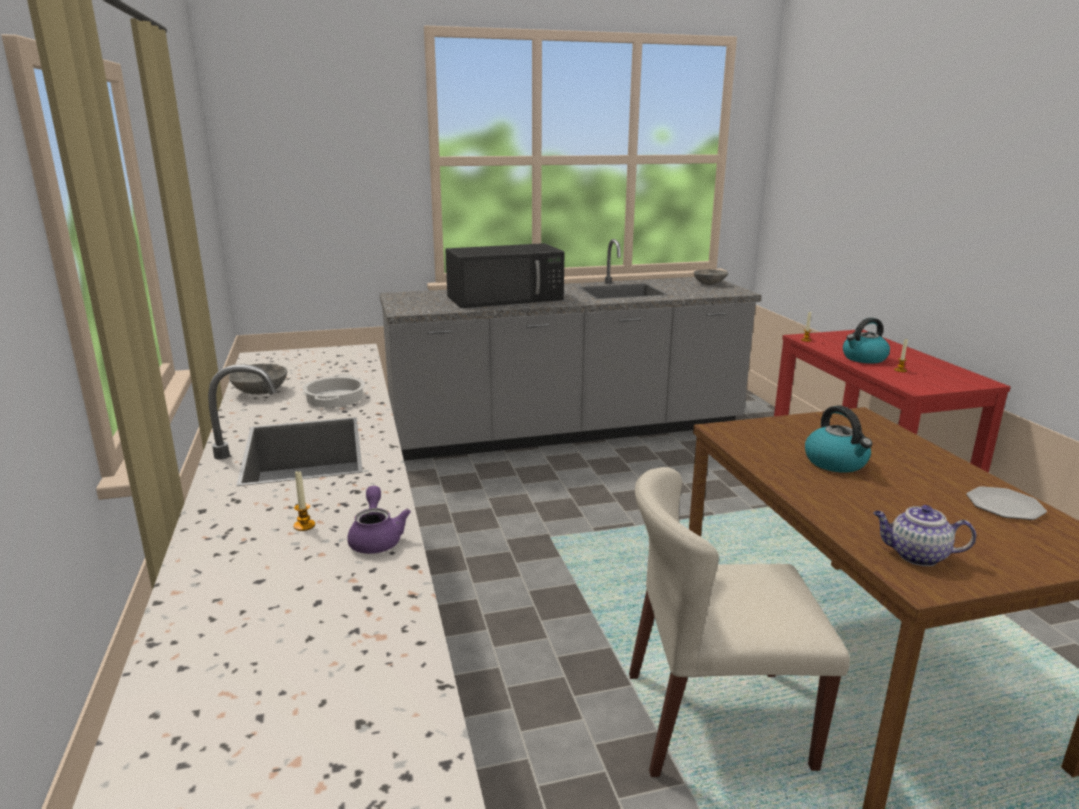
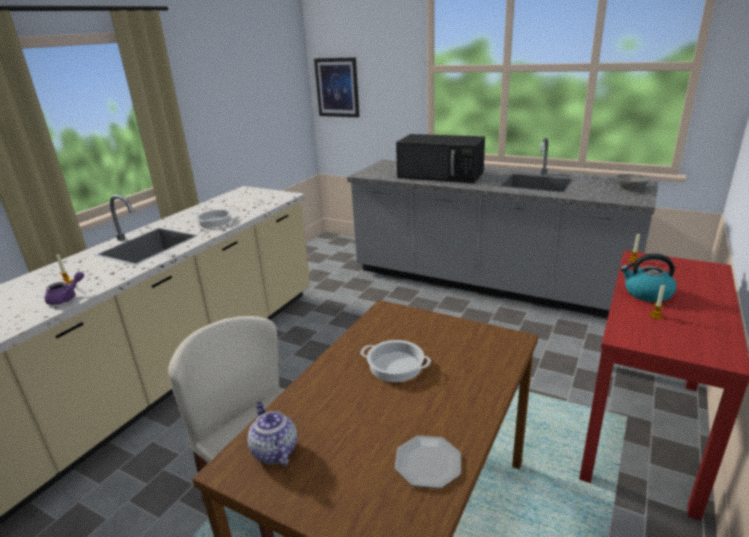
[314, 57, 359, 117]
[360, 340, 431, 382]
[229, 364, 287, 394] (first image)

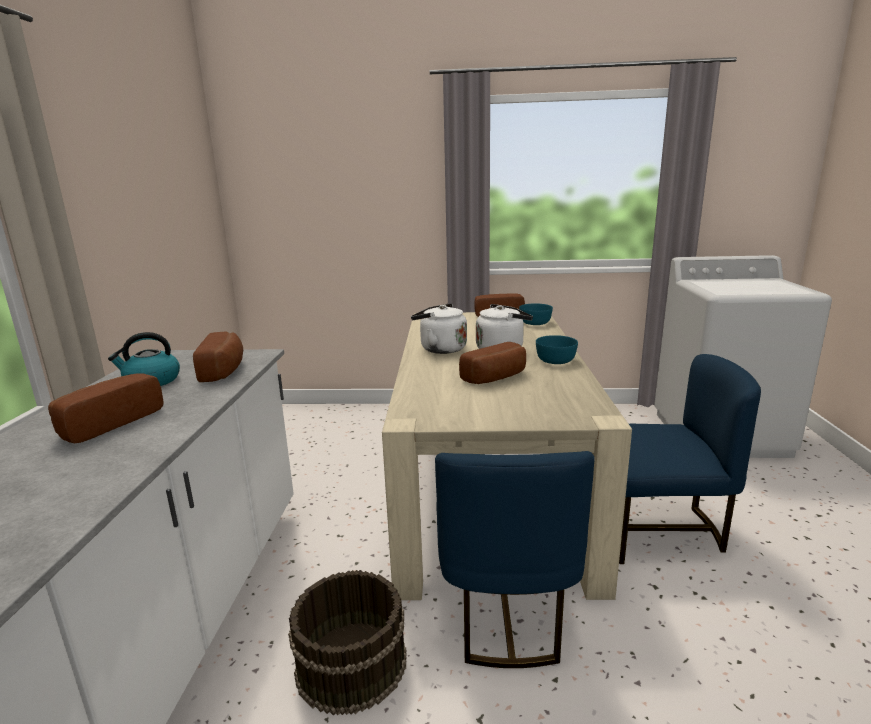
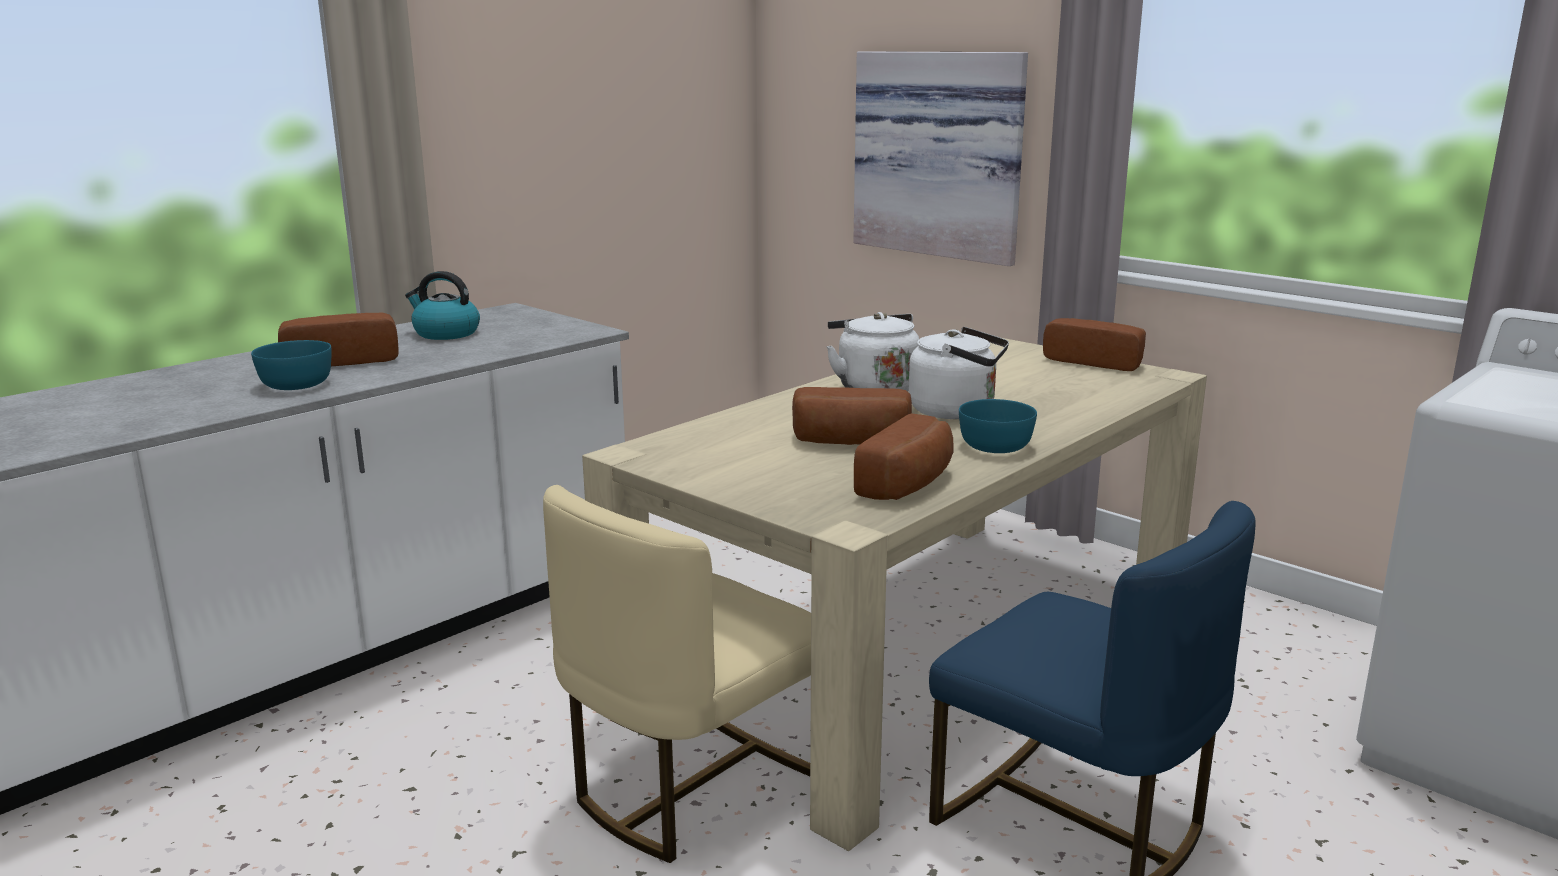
[251, 340, 332, 390]
[543, 485, 811, 863]
[853, 51, 1028, 266]
[854, 414, 954, 500]
[288, 570, 407, 716] (first image)

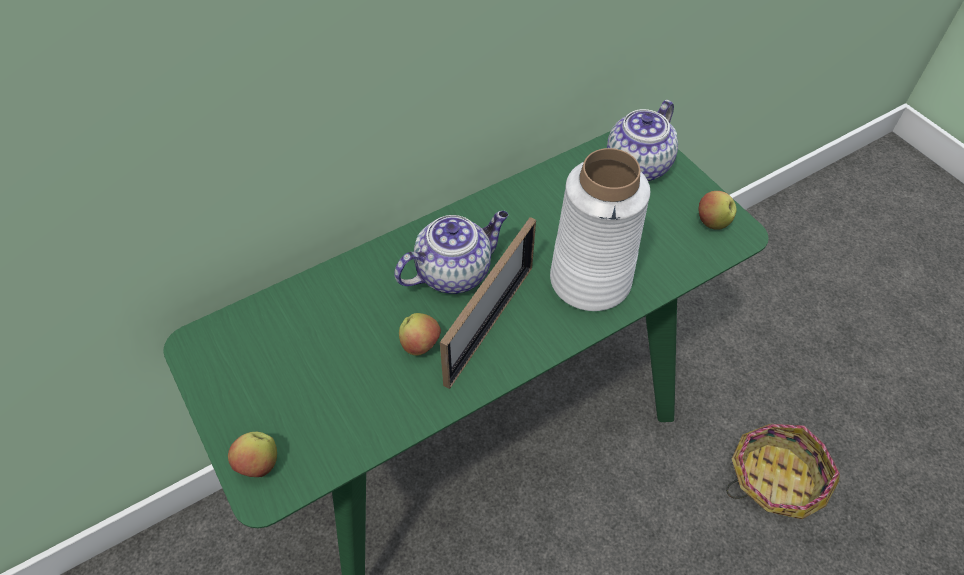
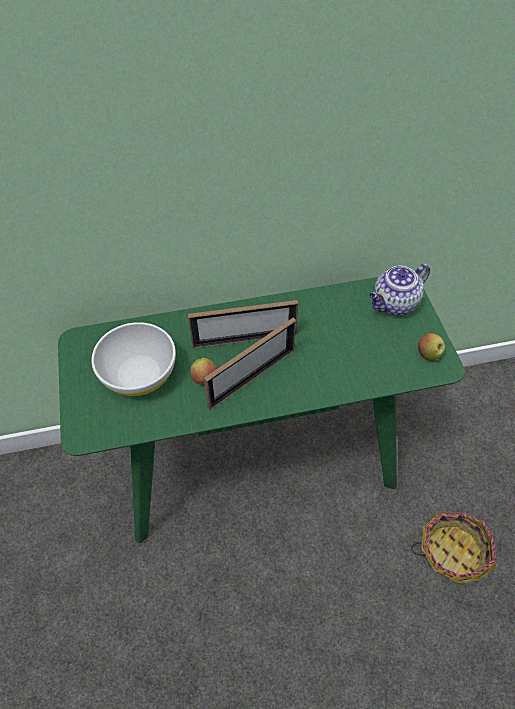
[91, 322, 176, 396]
[188, 300, 298, 349]
[228, 432, 277, 477] (first image)
[550, 148, 650, 311] (first image)

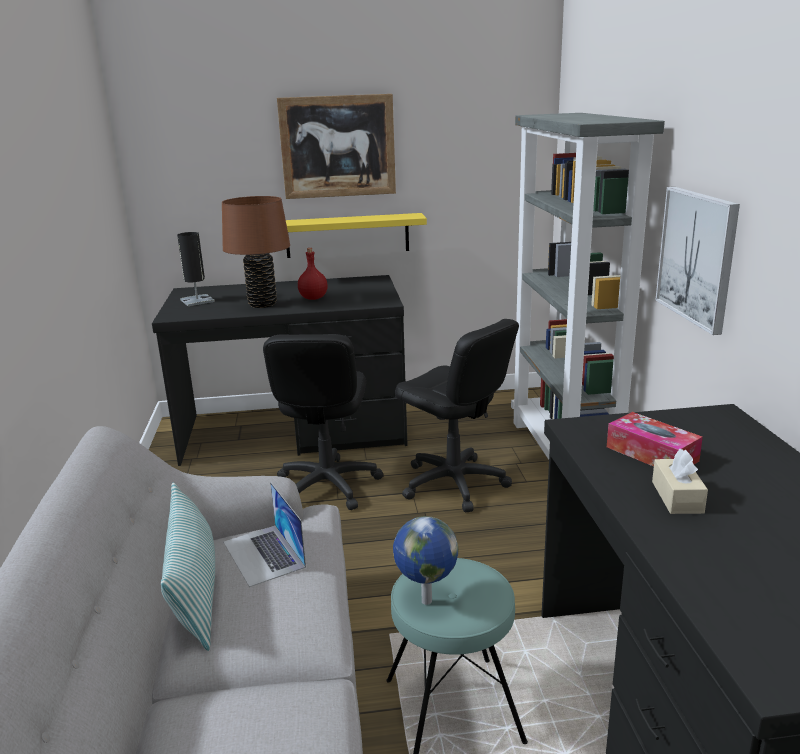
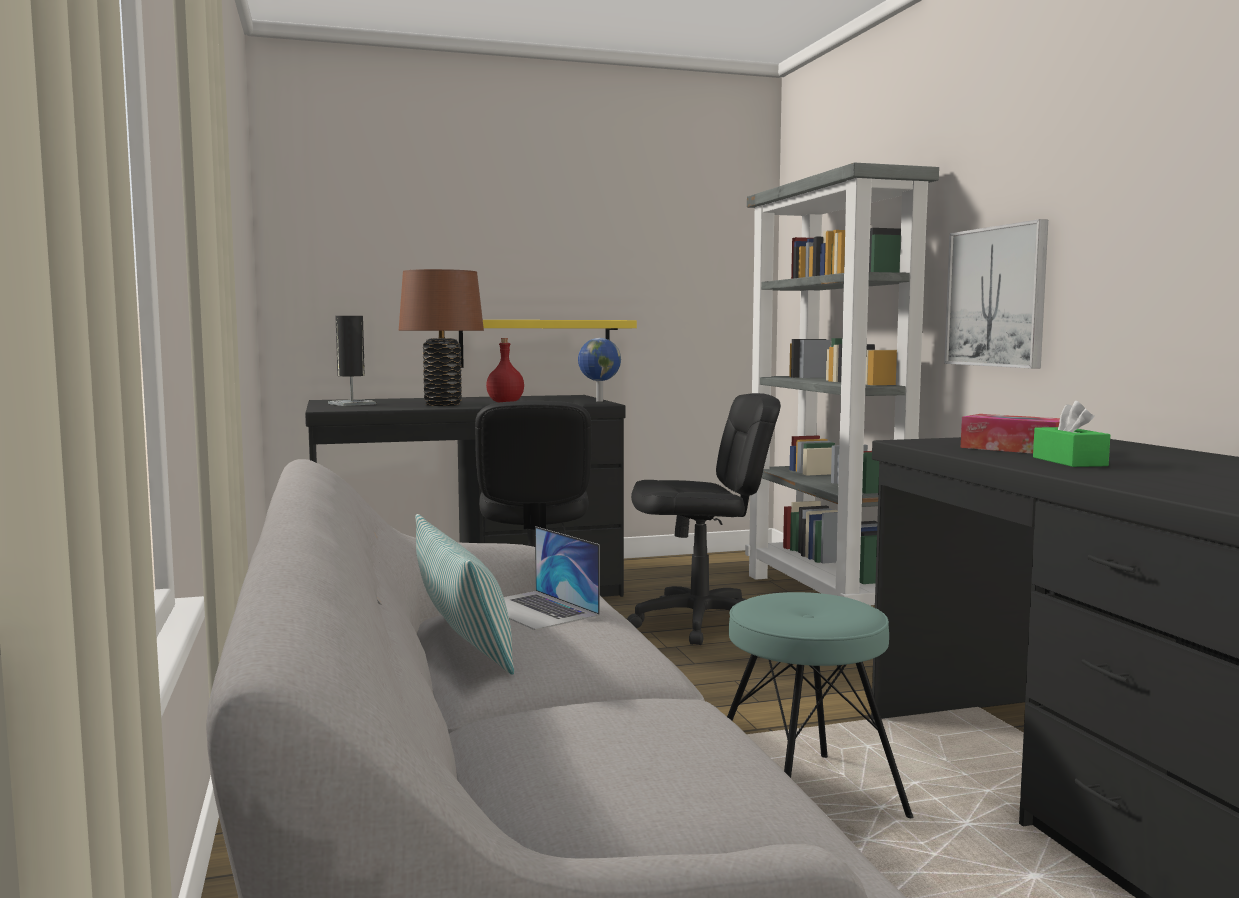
[578, 338, 621, 402]
[627, 393, 780, 645]
[1033, 400, 1110, 467]
[277, 94, 396, 199] (first image)

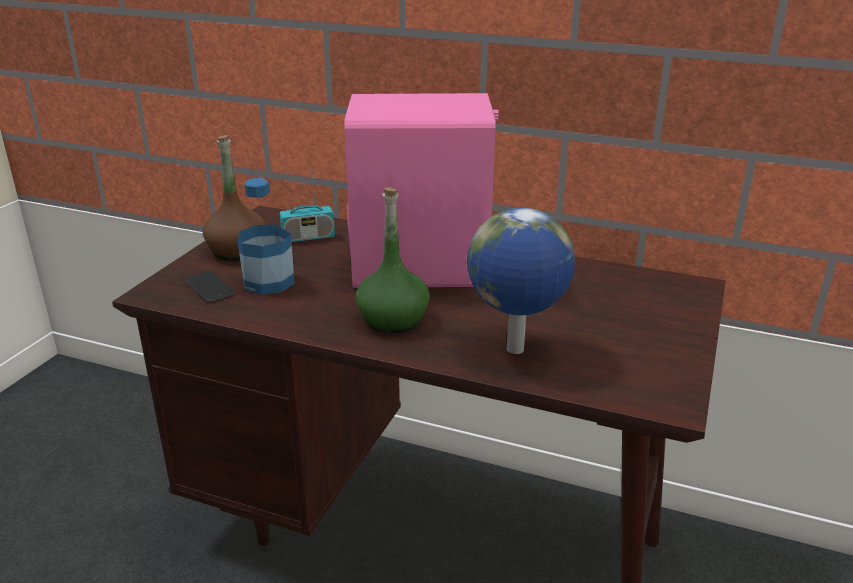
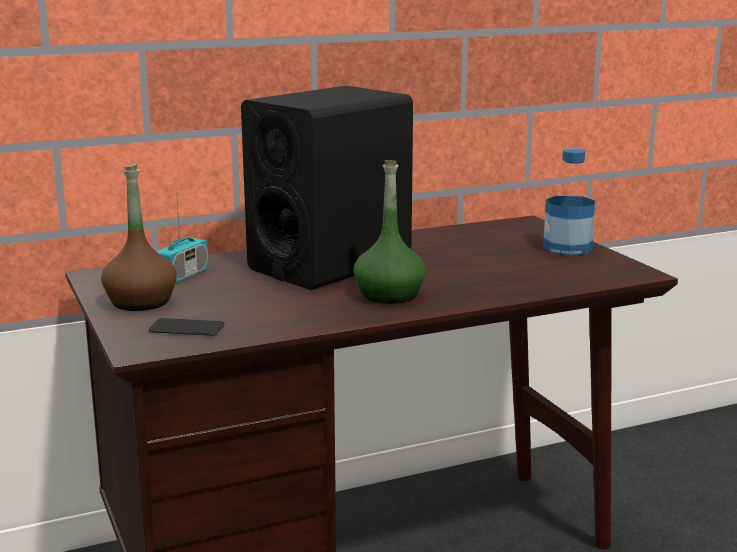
[241, 86, 413, 290]
[543, 148, 595, 256]
[467, 208, 575, 354] (first image)

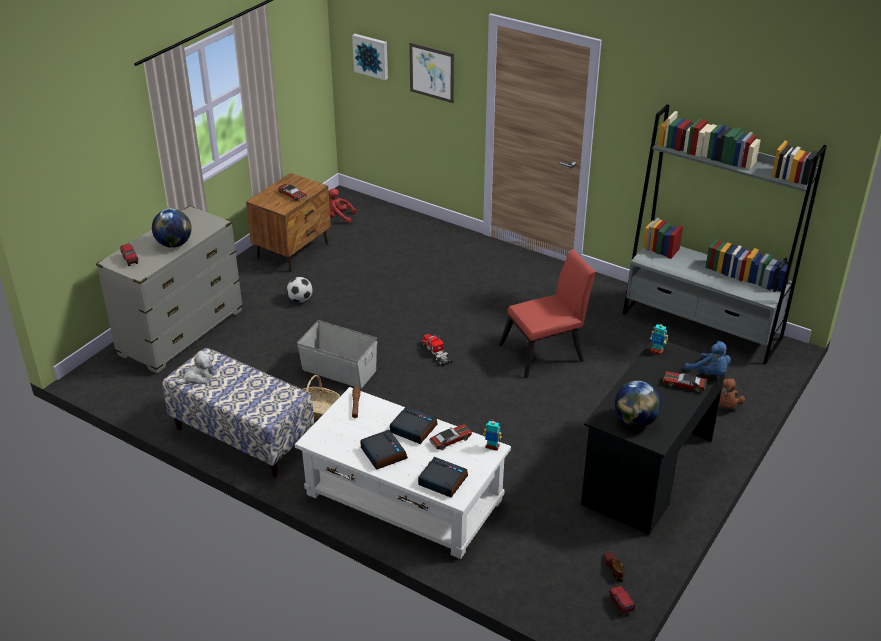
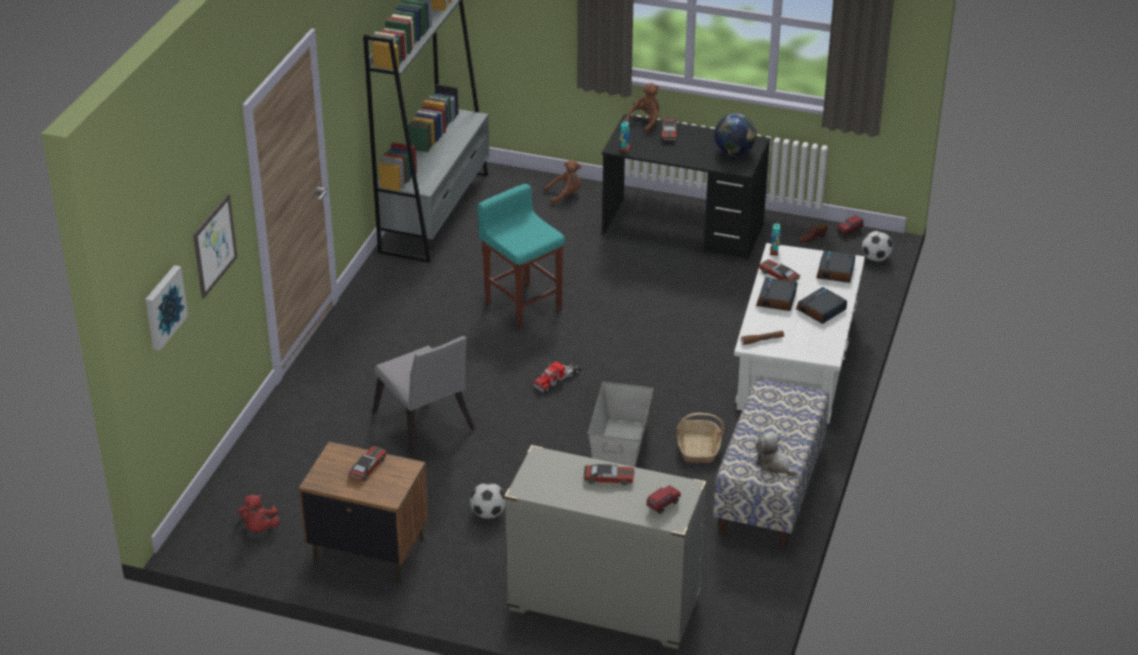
[372, 336, 475, 456]
[477, 184, 565, 328]
[584, 464, 635, 486]
[625, 83, 659, 134]
[862, 231, 893, 262]

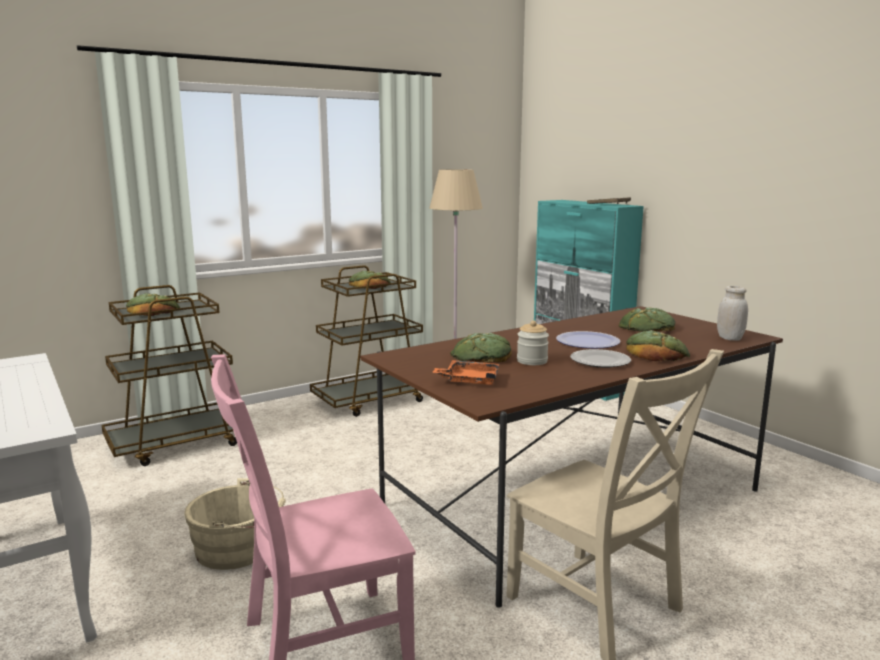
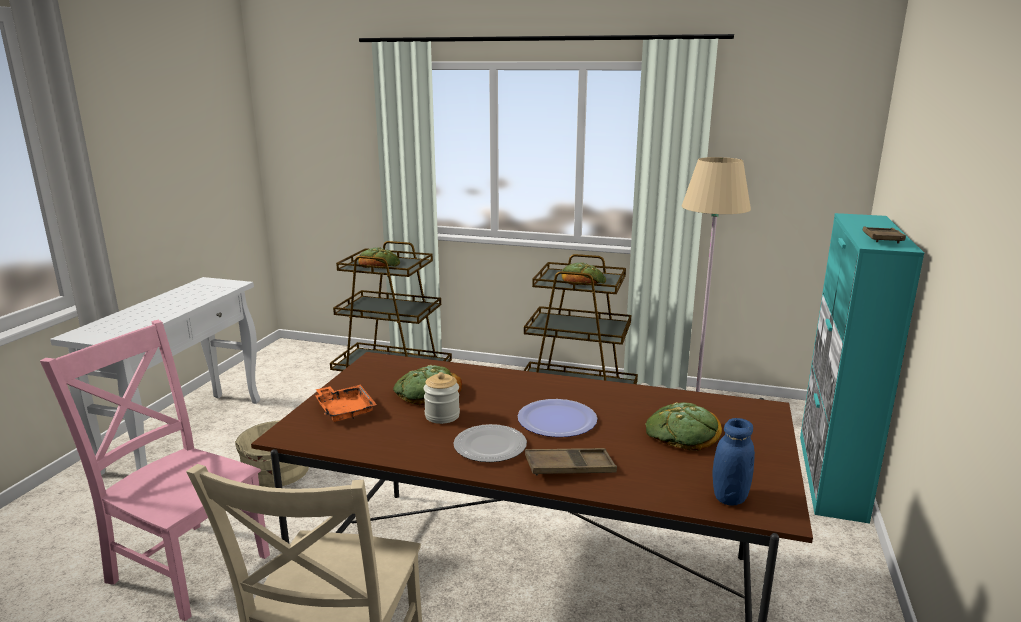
[525, 448, 617, 476]
[712, 418, 755, 506]

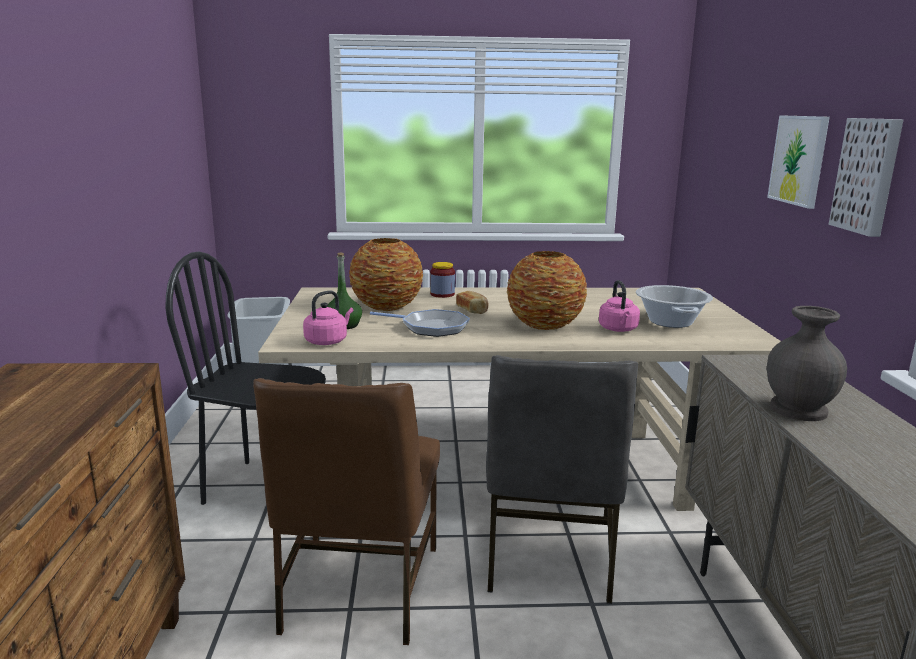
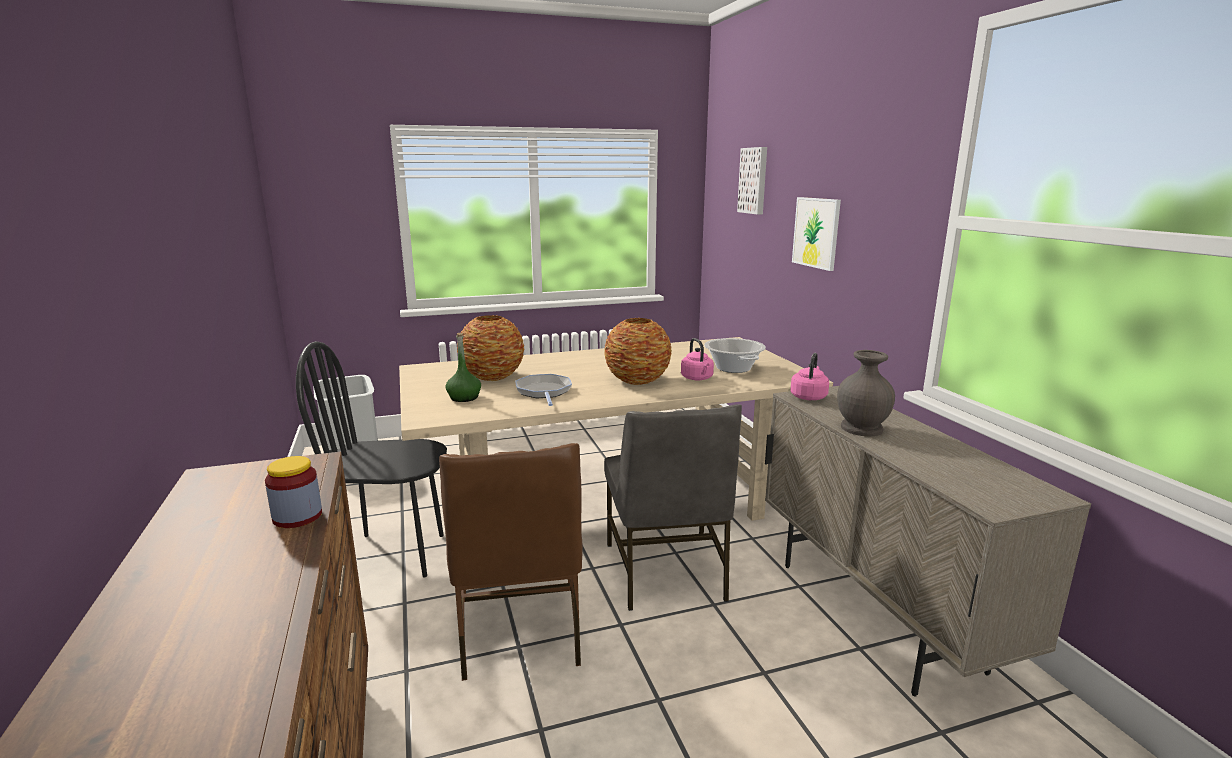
[265, 456, 322, 528]
[515, 374, 572, 406]
[737, 147, 767, 215]
[790, 353, 829, 400]
[456, 291, 489, 314] (first image)

